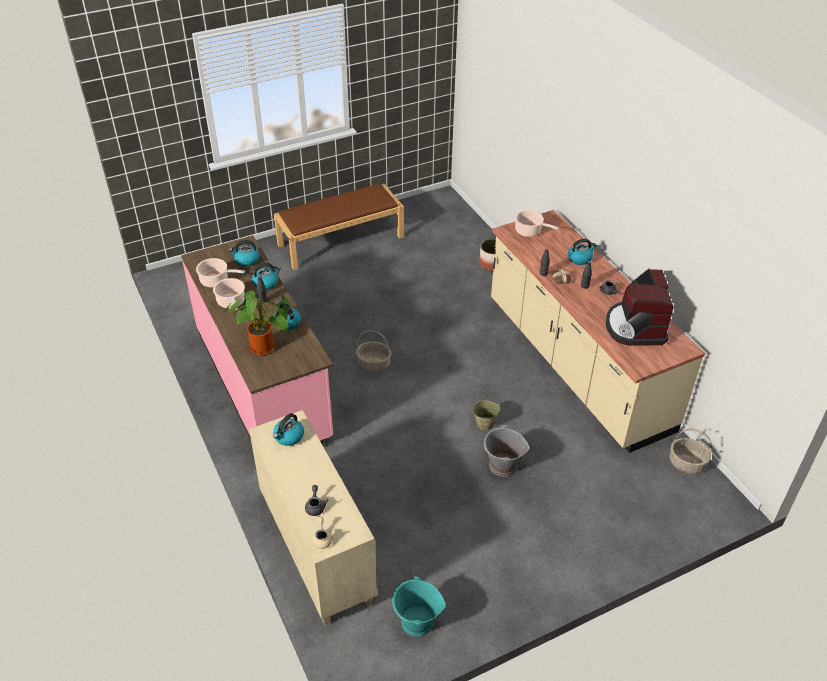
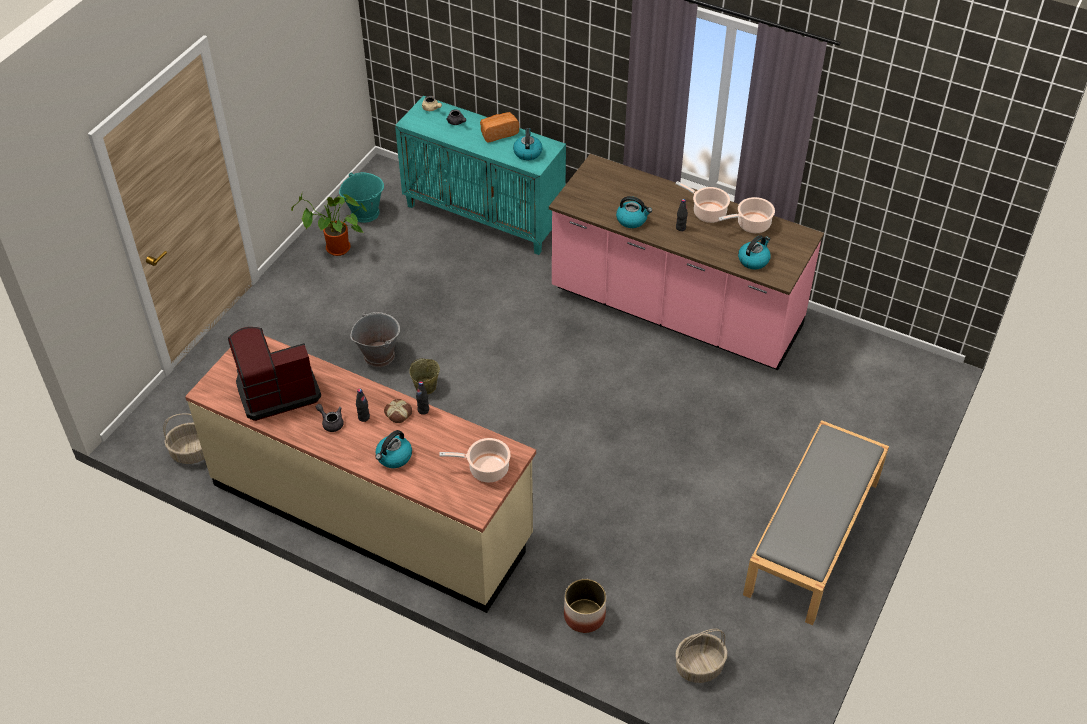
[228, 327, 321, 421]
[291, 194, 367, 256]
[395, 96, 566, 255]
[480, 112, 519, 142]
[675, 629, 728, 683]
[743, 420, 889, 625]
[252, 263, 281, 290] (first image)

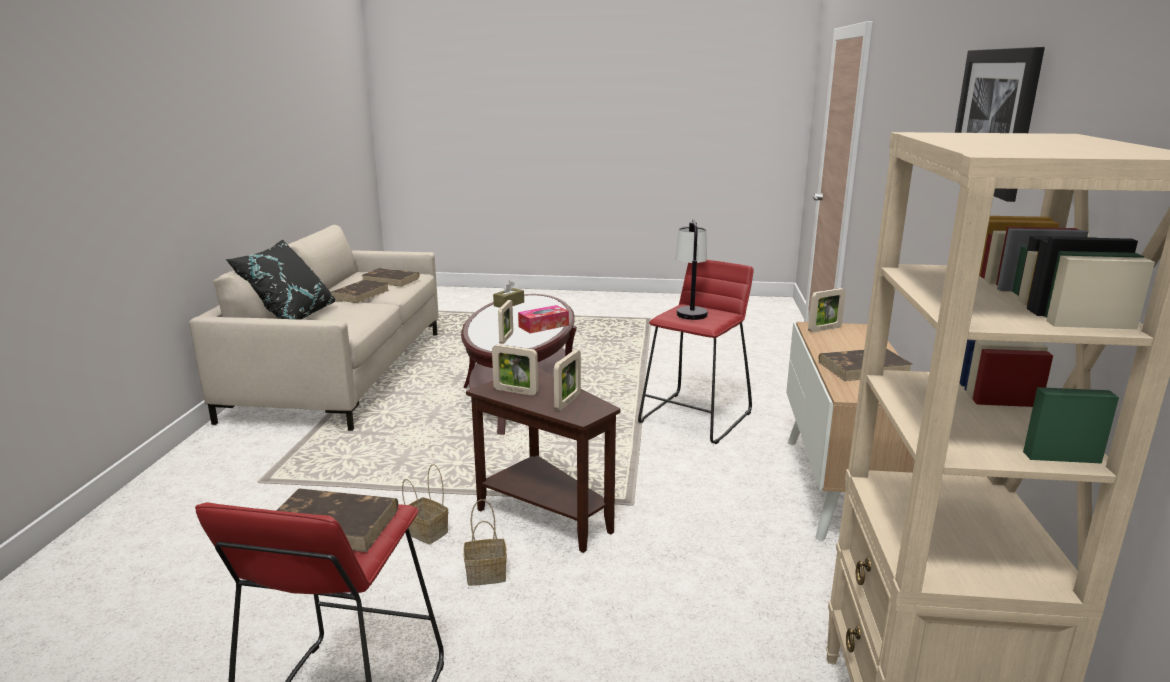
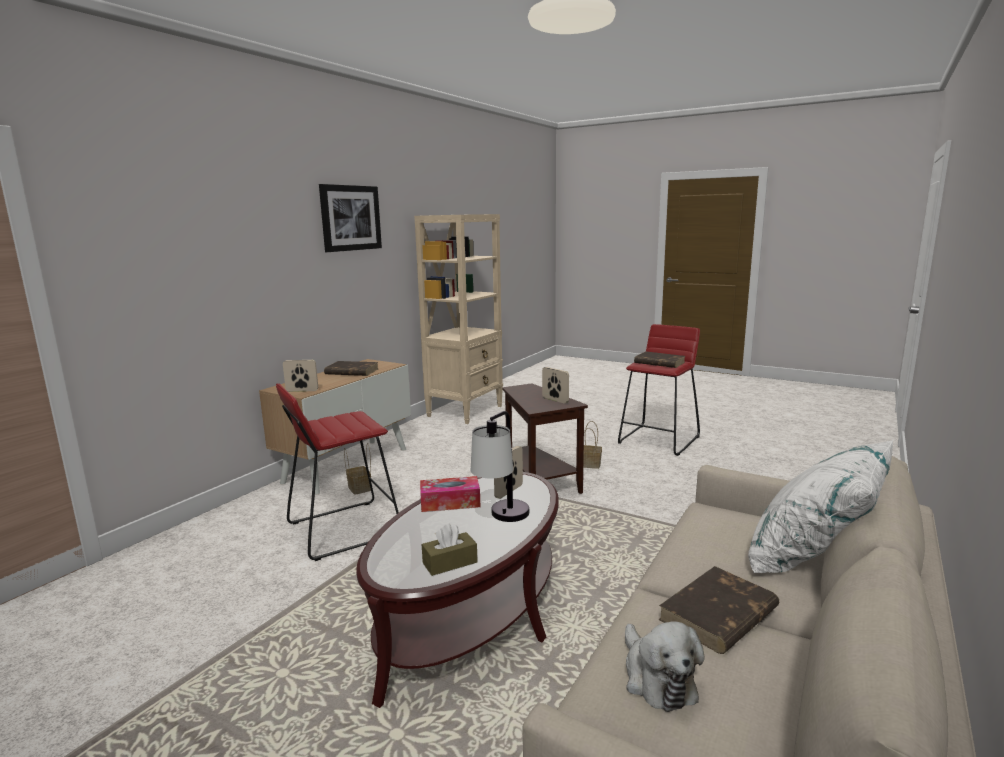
[344, 443, 371, 495]
[470, 411, 529, 522]
[625, 622, 704, 712]
[748, 440, 894, 573]
[554, 350, 581, 411] (first image)

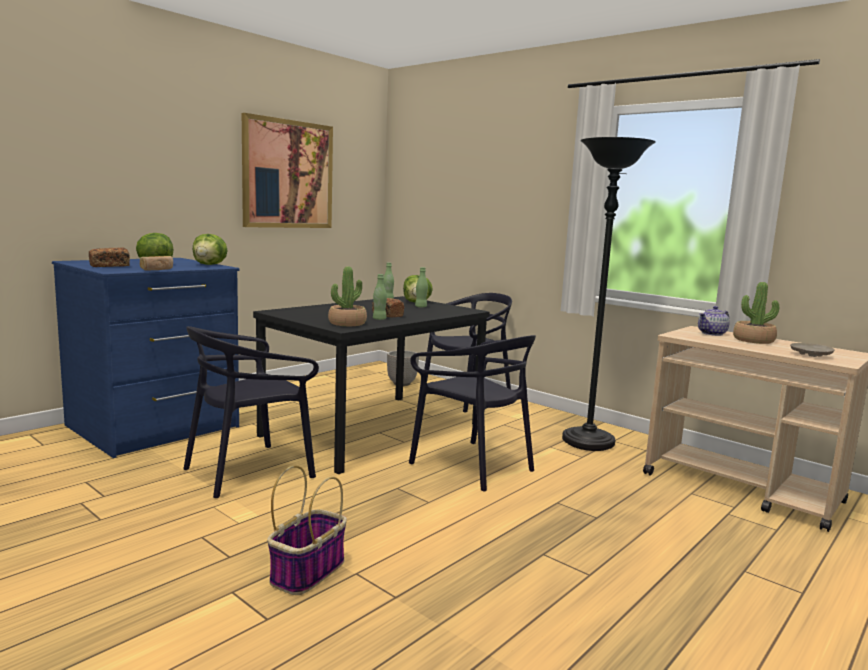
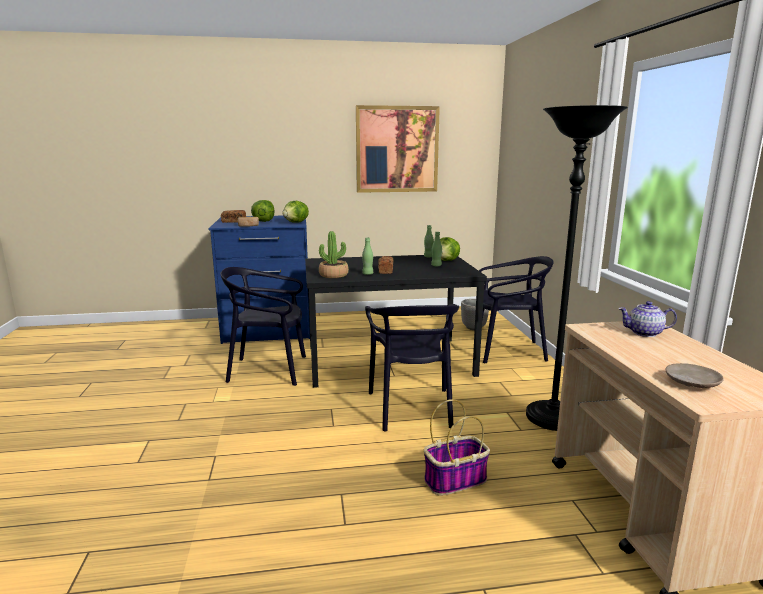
[424, 399, 490, 496]
[733, 282, 779, 344] (first image)

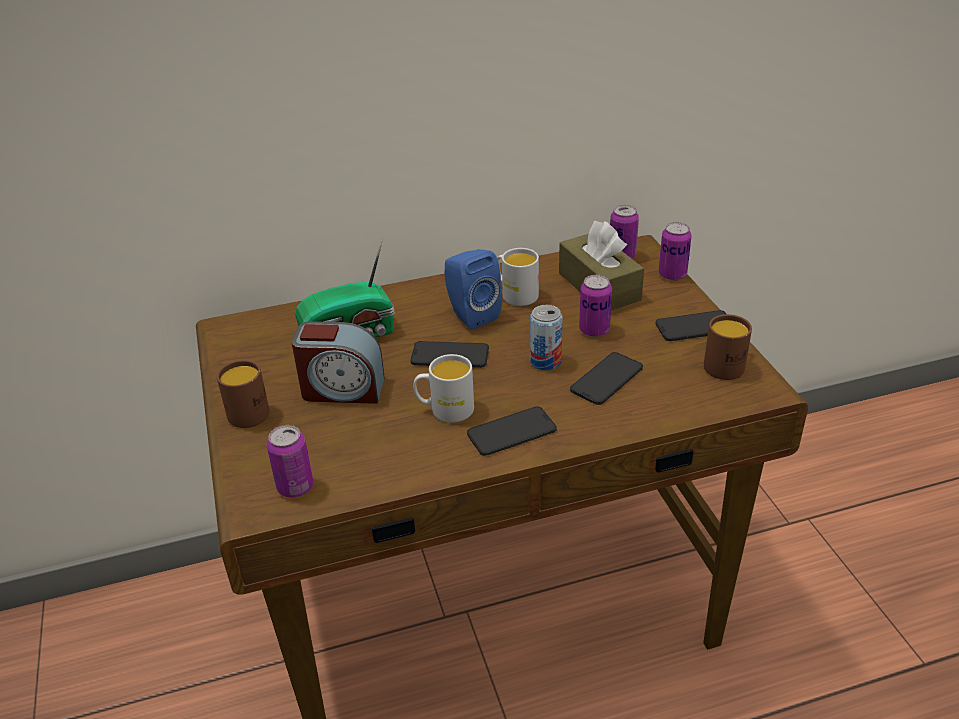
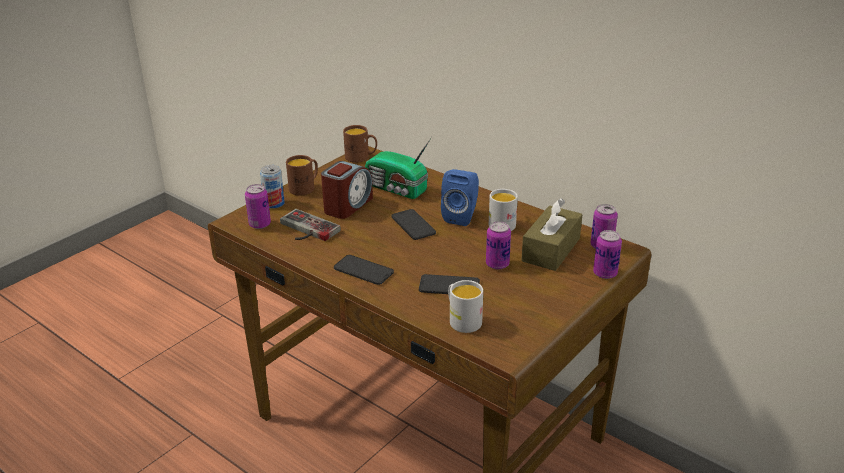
[260, 165, 285, 209]
[280, 209, 341, 241]
[321, 161, 373, 219]
[343, 125, 377, 163]
[448, 280, 483, 333]
[655, 310, 726, 341] (first image)

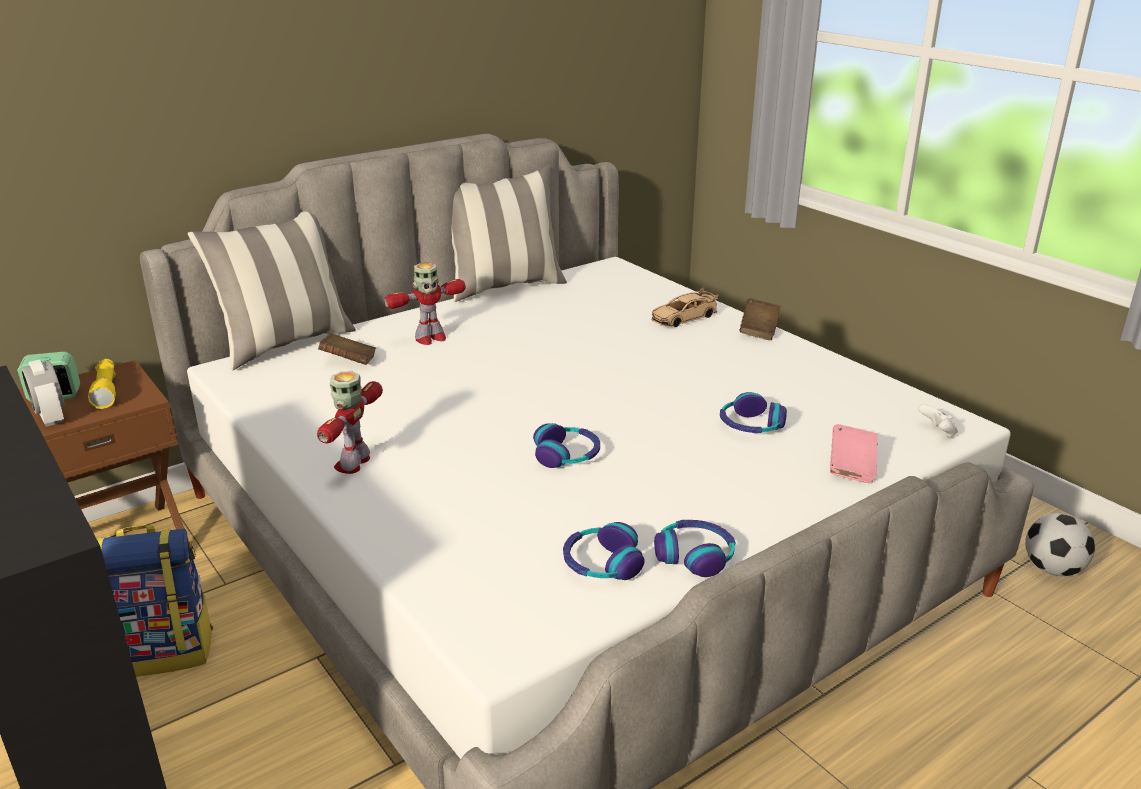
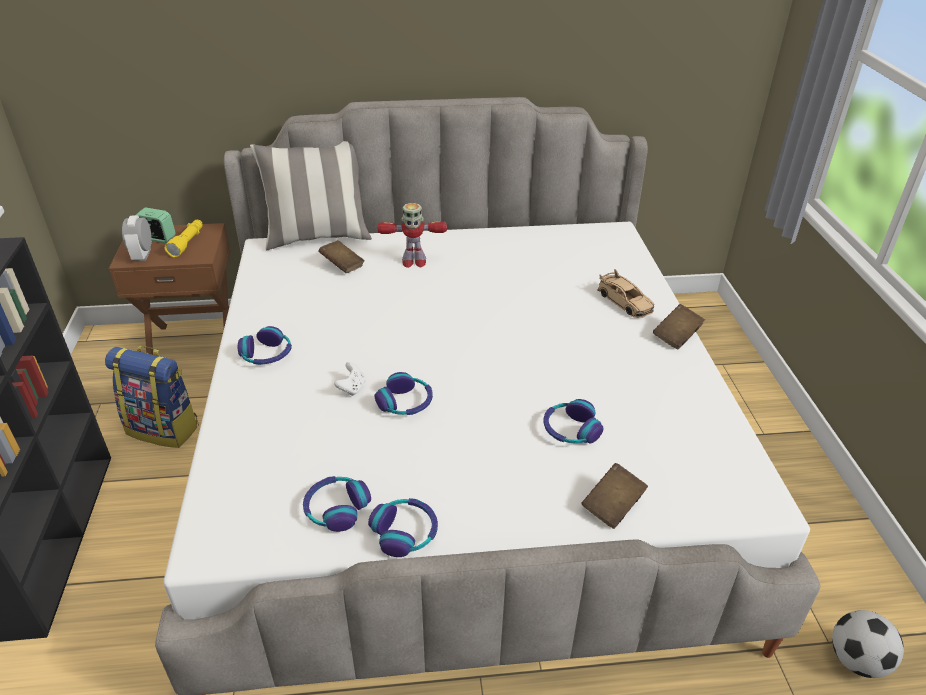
[238, 326, 292, 365]
[334, 362, 365, 396]
[582, 463, 648, 529]
[597, 269, 654, 318]
[451, 165, 567, 302] (first image)

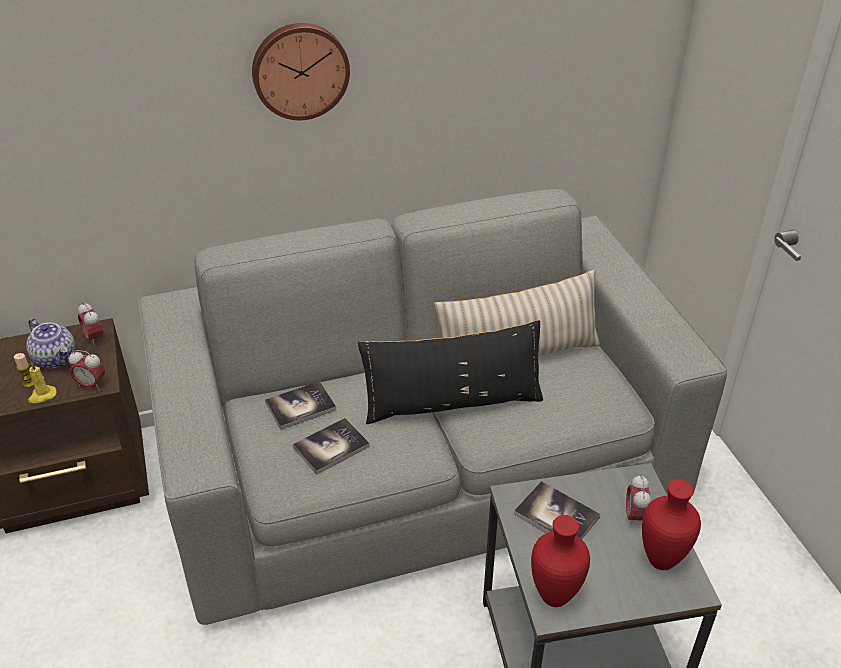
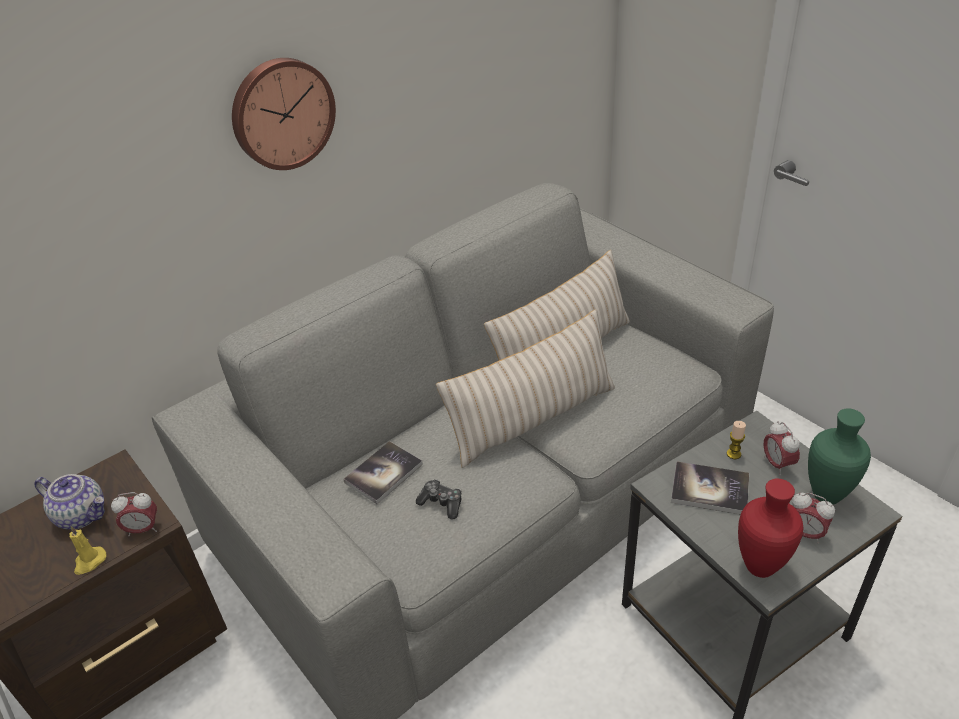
[416, 479, 461, 520]
[436, 309, 615, 468]
[727, 421, 746, 459]
[792, 493, 835, 544]
[808, 408, 871, 505]

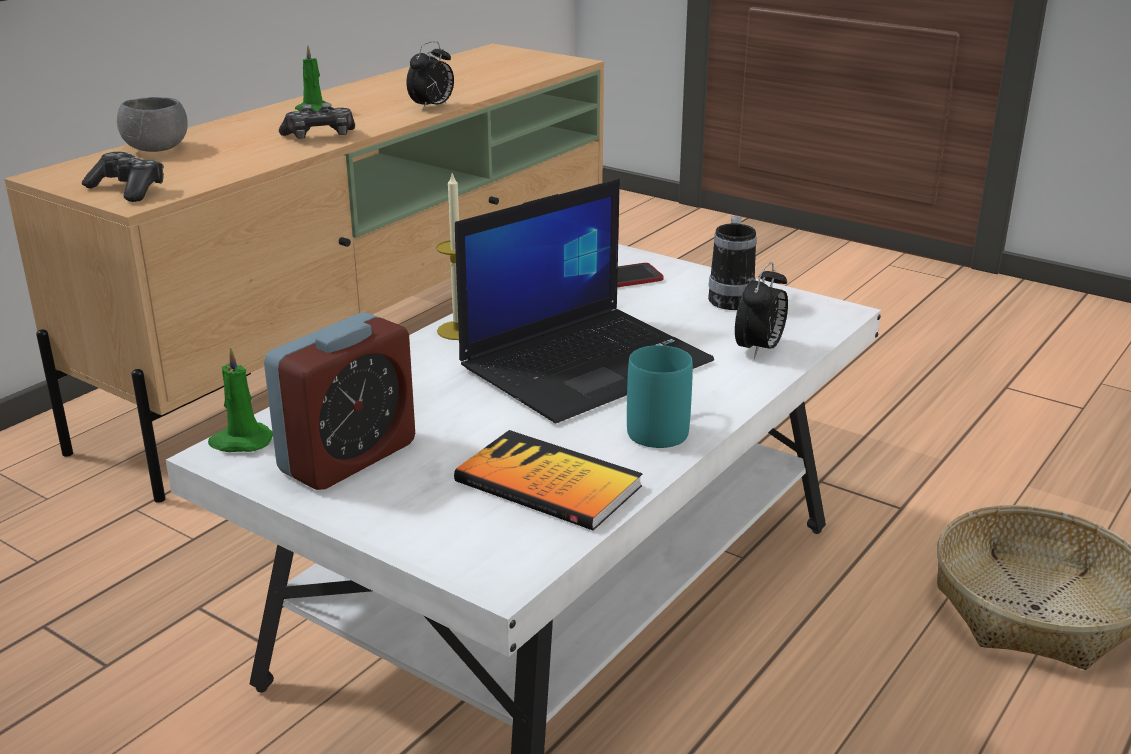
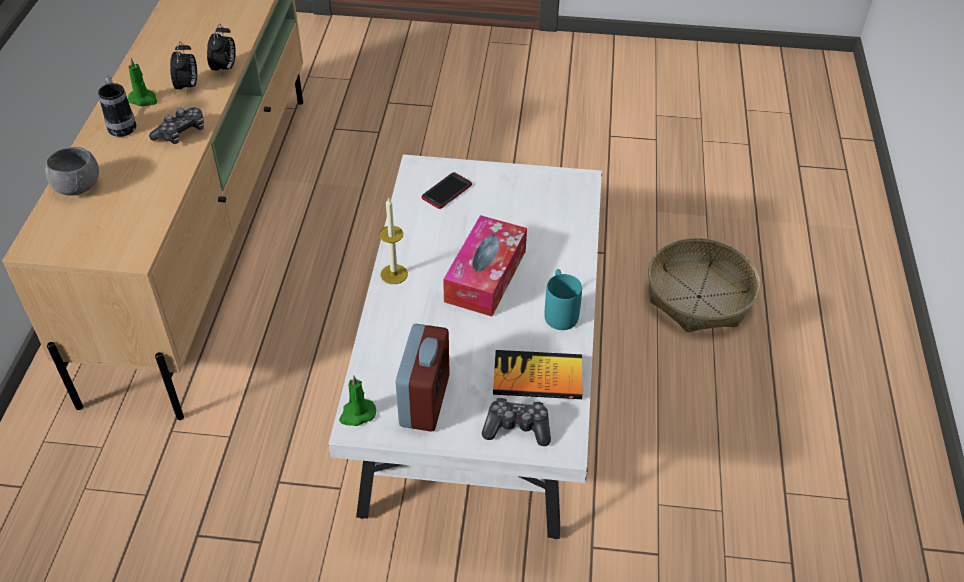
[98, 76, 136, 137]
[170, 41, 197, 95]
[443, 215, 527, 317]
[482, 397, 551, 446]

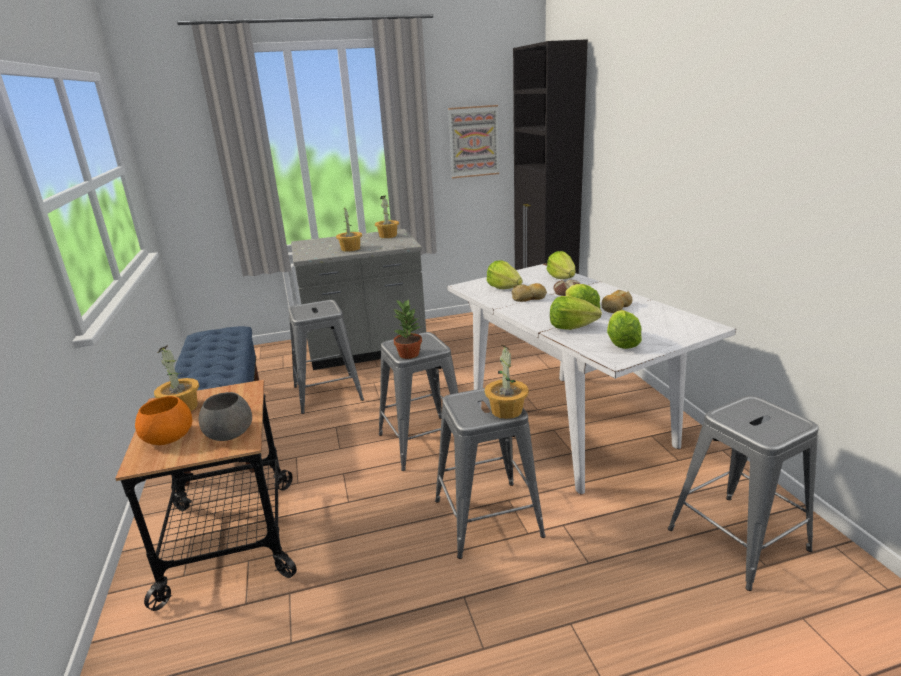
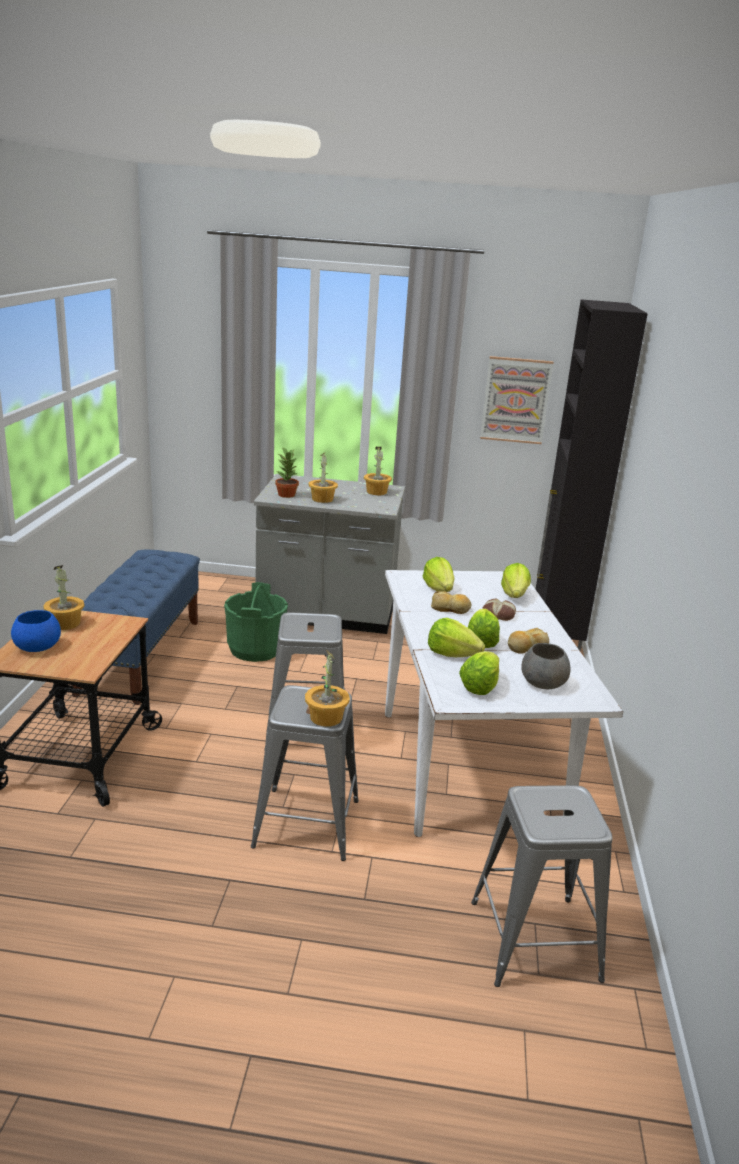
[11, 610, 61, 652]
[224, 582, 288, 662]
[275, 448, 299, 498]
[521, 643, 570, 689]

